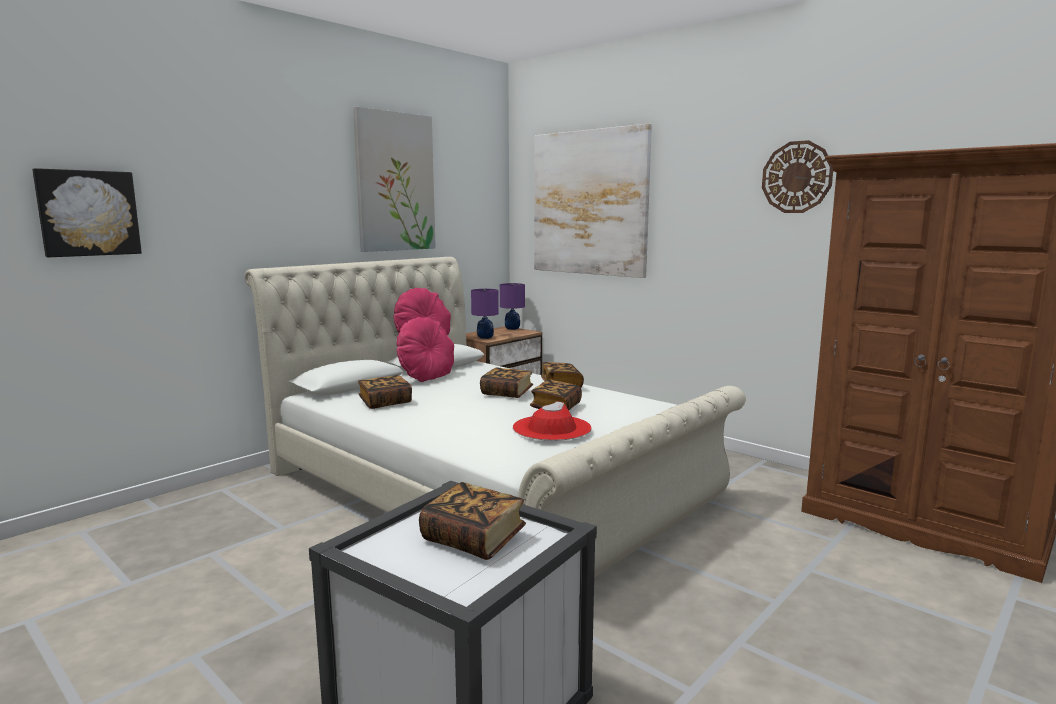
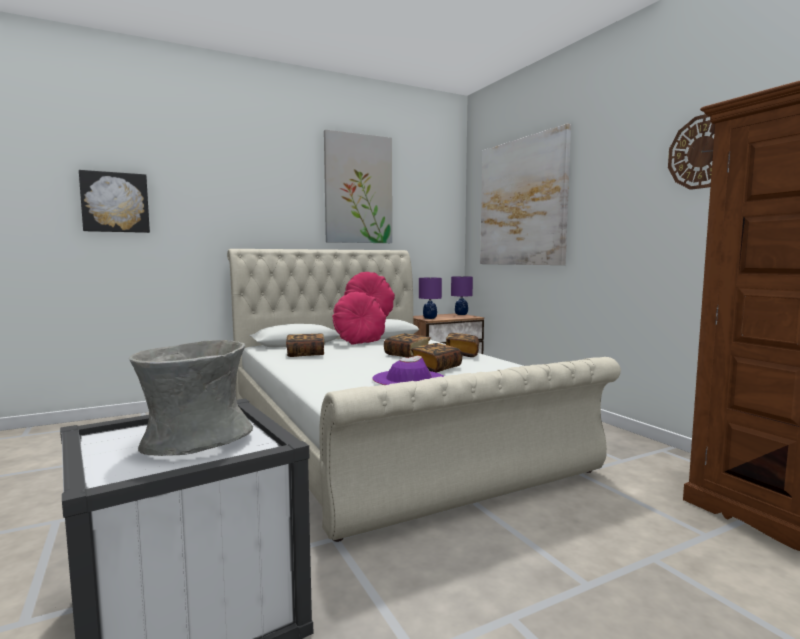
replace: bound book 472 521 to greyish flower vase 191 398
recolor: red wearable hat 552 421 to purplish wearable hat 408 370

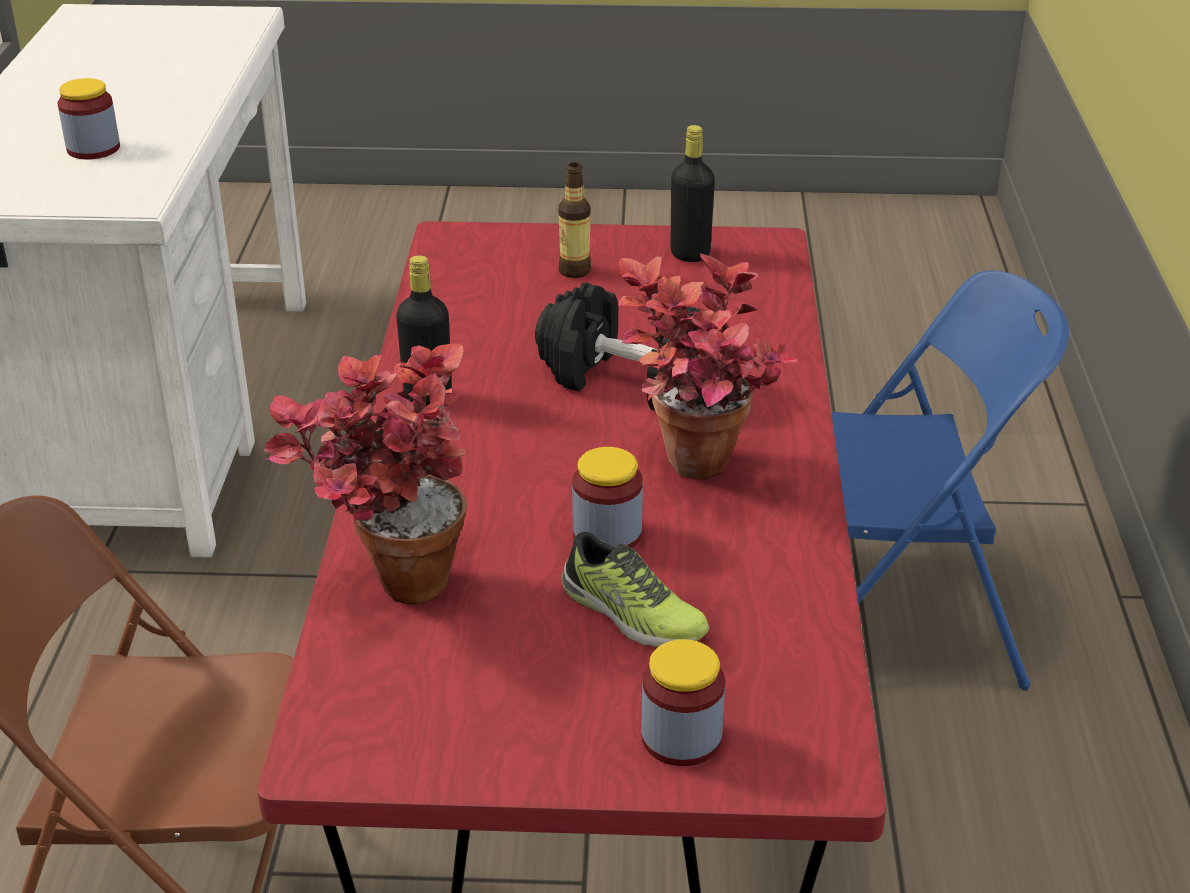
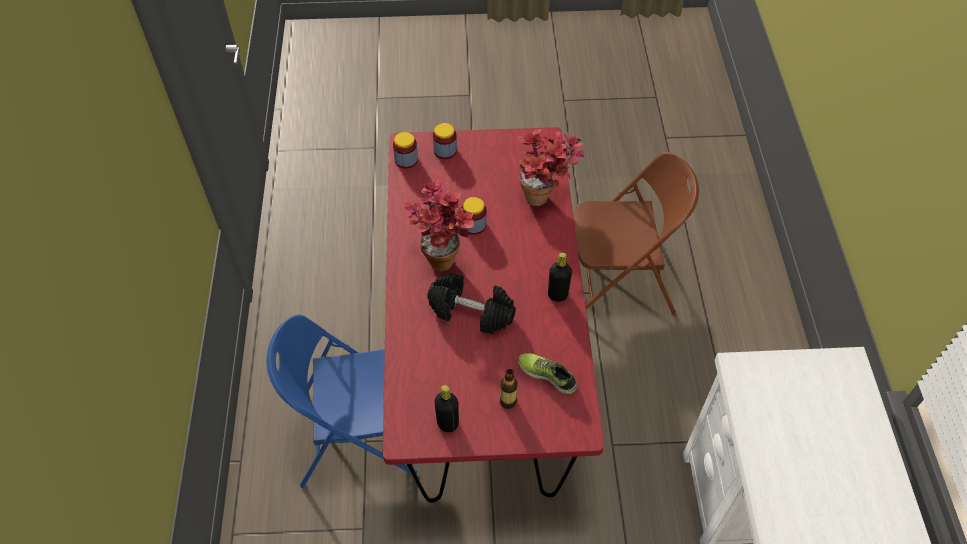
move: jar 89 118 to 405 150; low shoe 635 589 to 547 373

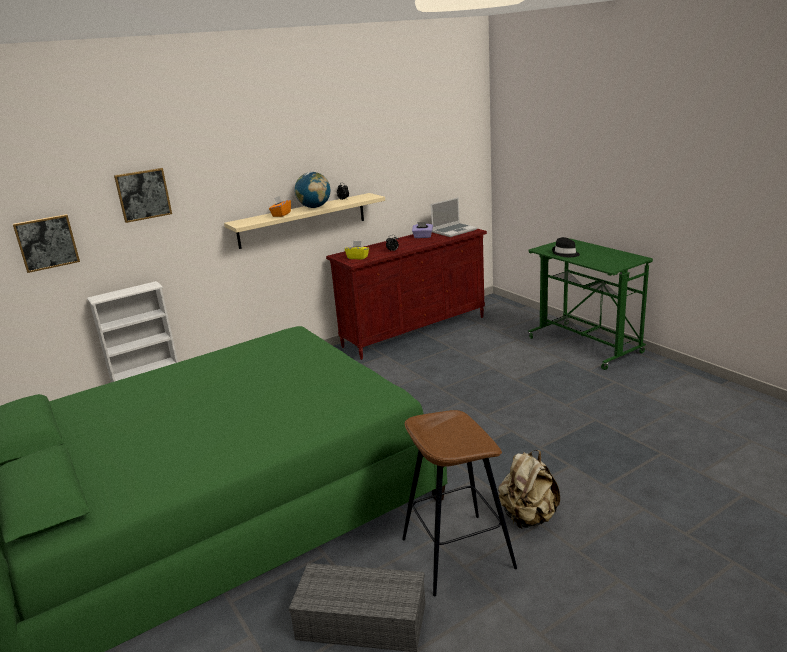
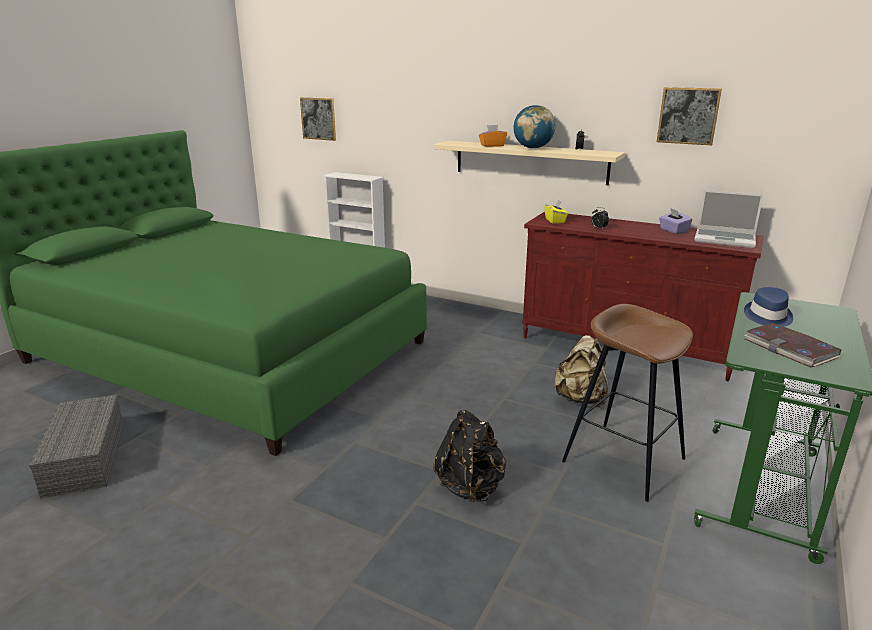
insert: bound book 793 345; blackish rucksack 469 456
move: wall art 143 195 to 689 116; brown stool 459 503 to 627 403; beige rucksack 529 489 to 581 371
recolor: blackish wearable hat 566 247 to blue wearable hat 768 307

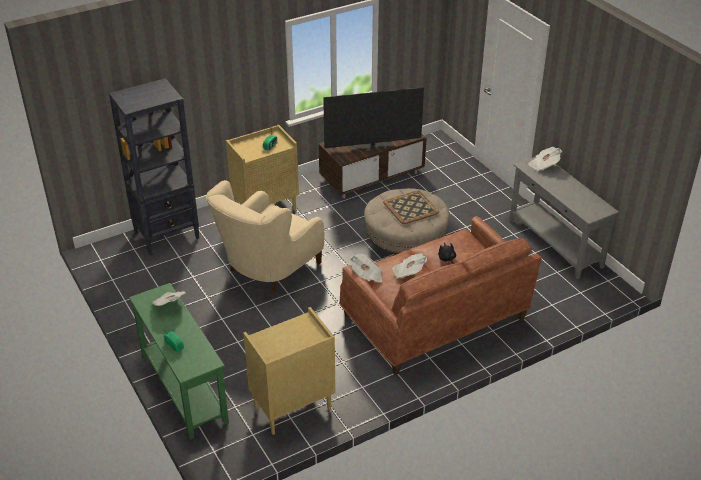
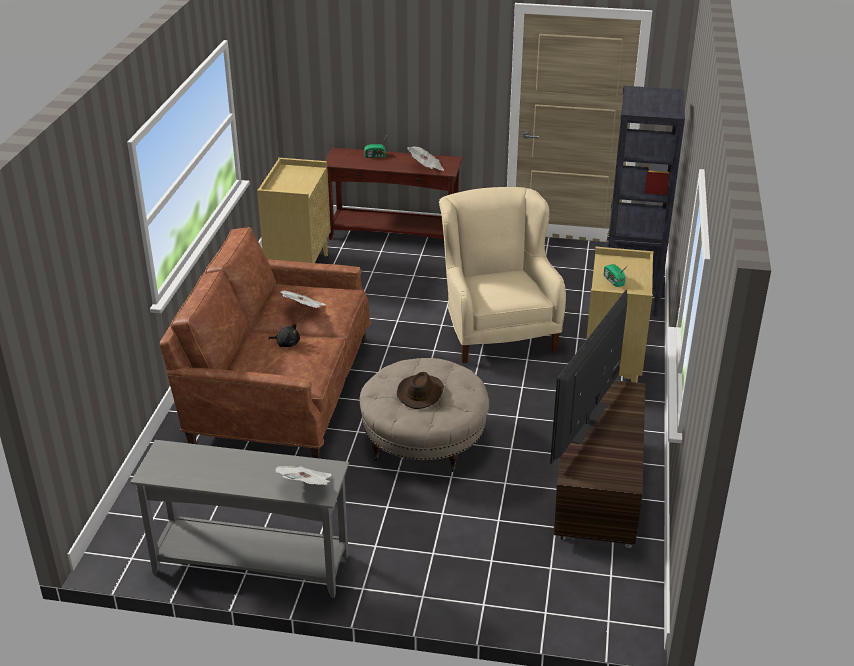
delete: printed paper 366 268
replace: serving tray 411 207 to brown wearable hat 420 390
recolor: greenish console table 179 361 to brown console table 394 194

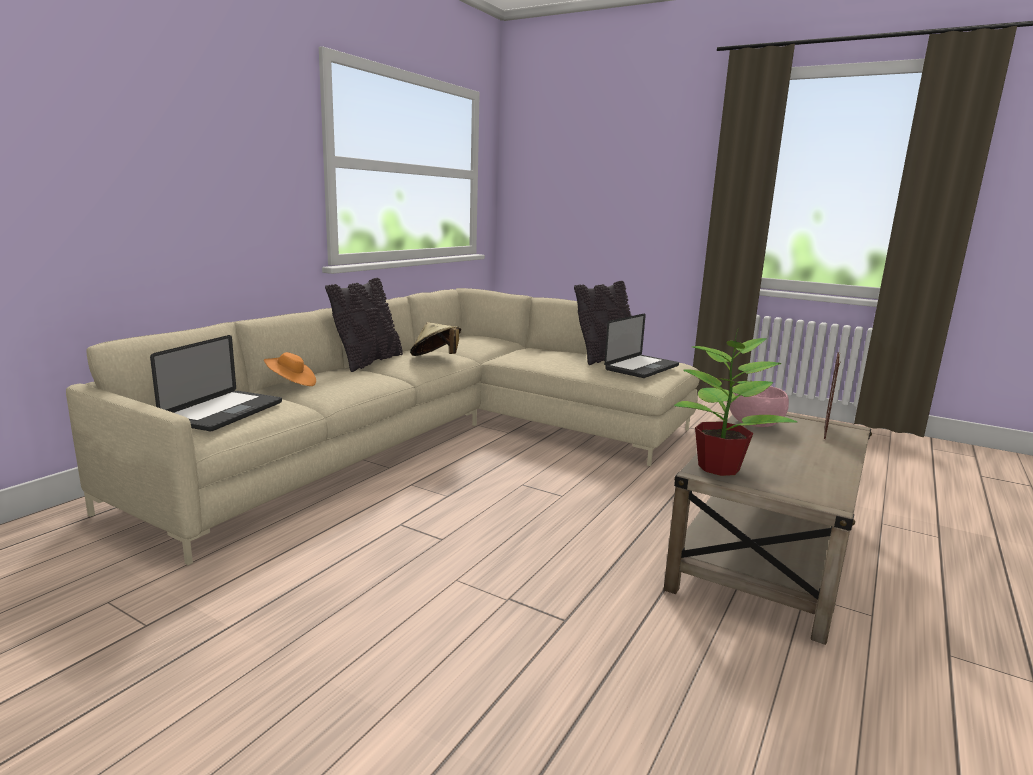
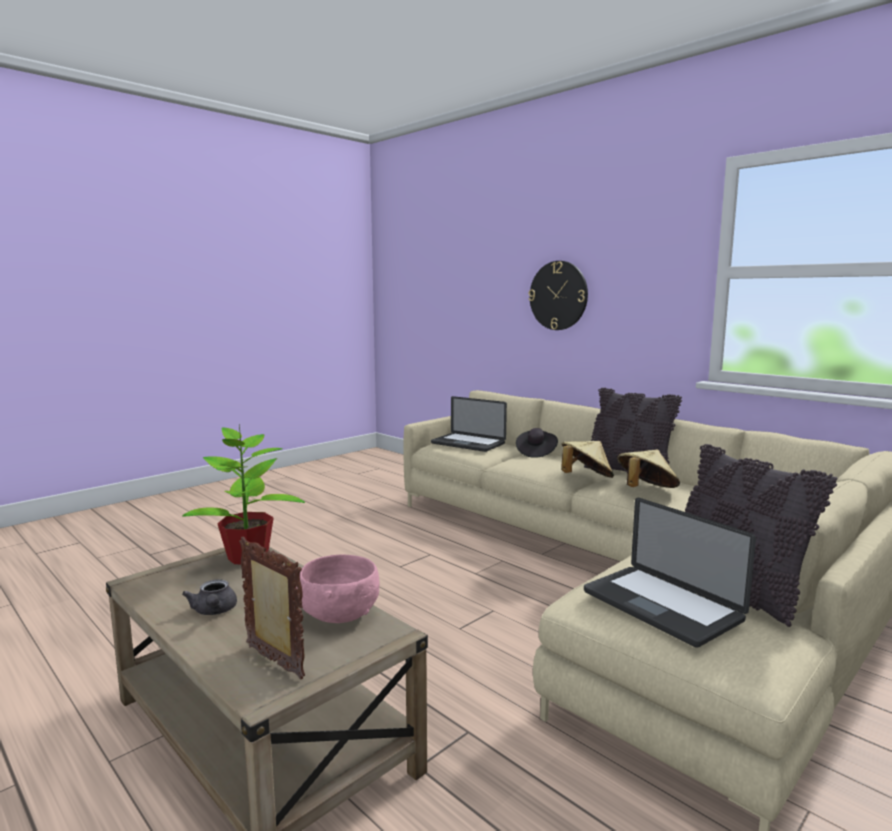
insert: clock on the wall 558 295; beige wearable hat 587 459; greyish teapot 209 597
recolor: orange-coloured wearable hat 290 369 to blackish wearable hat 537 443

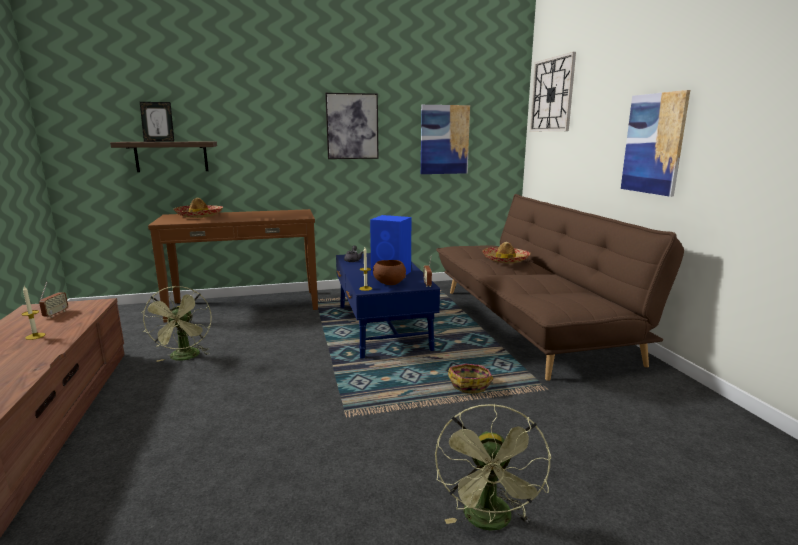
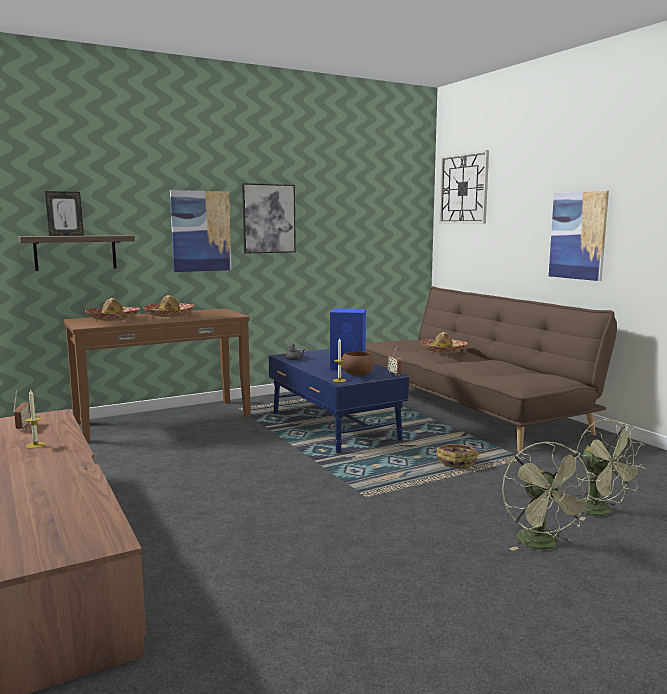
insert: wearable hat 169 306
move: wall art 445 139 to 200 231; greenish fan 177 324 to 610 470

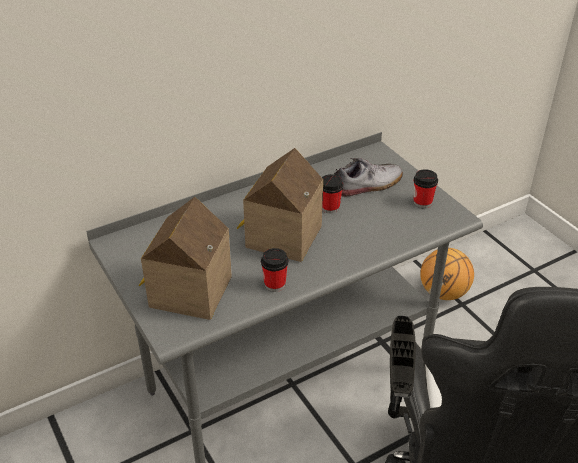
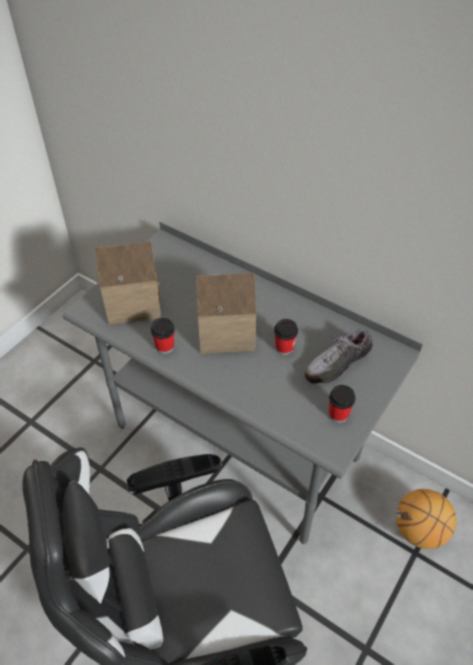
rotate: low shoe 368 177 = 339 356 105 degrees clockwise

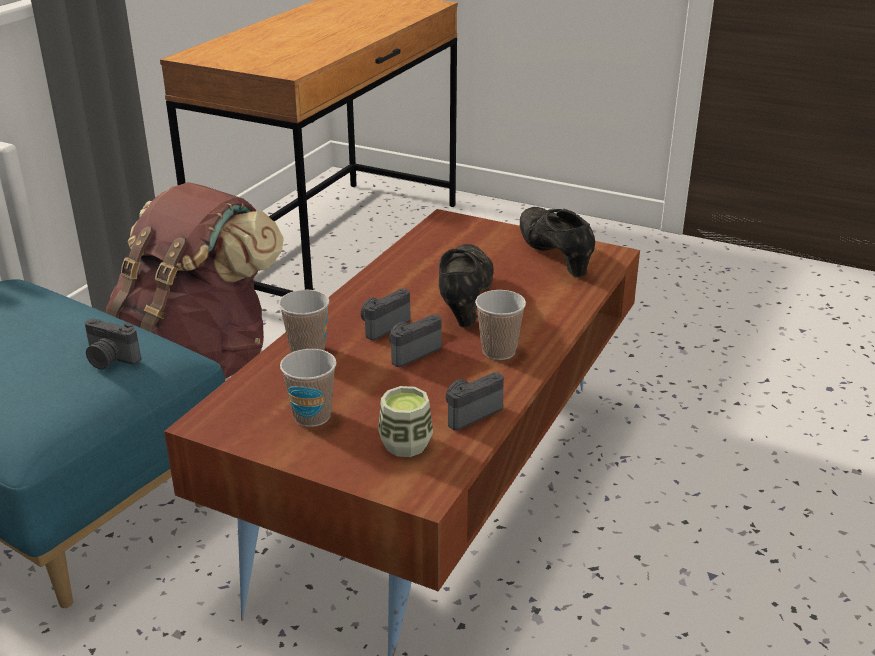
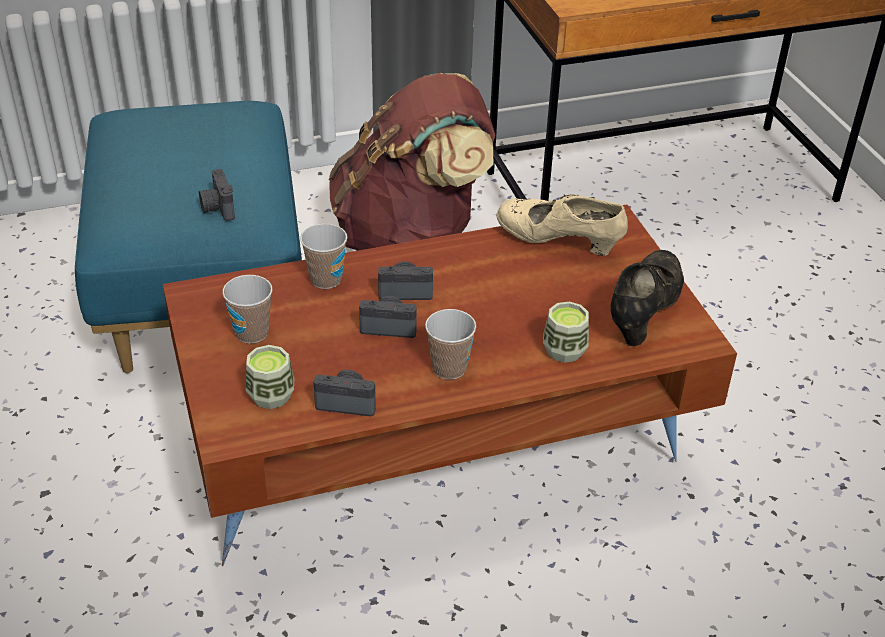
delete: blackish low shoe 466 286
insert: beige low shoe 562 225; small cup 566 332

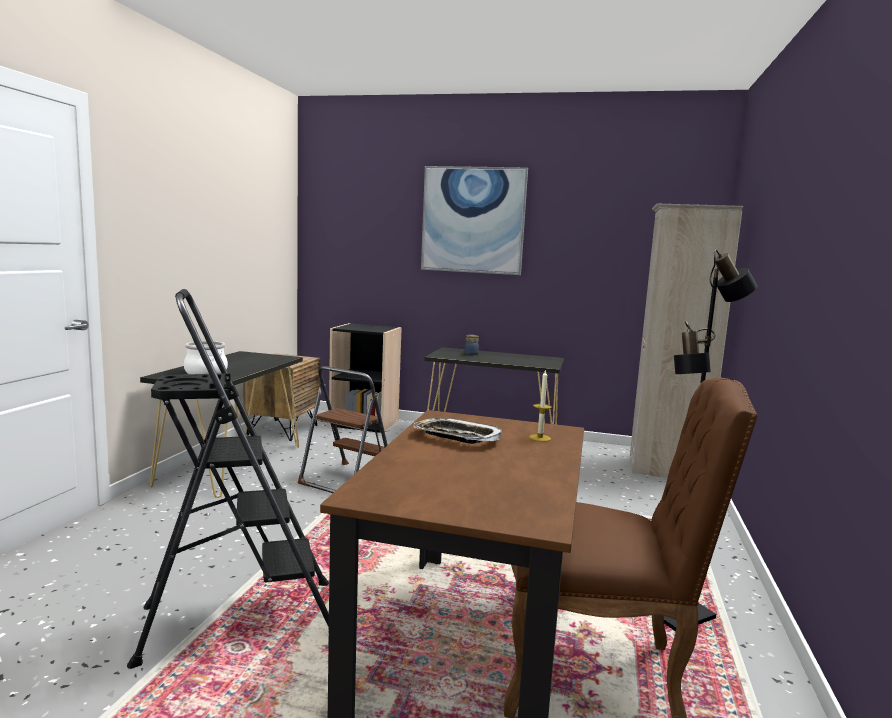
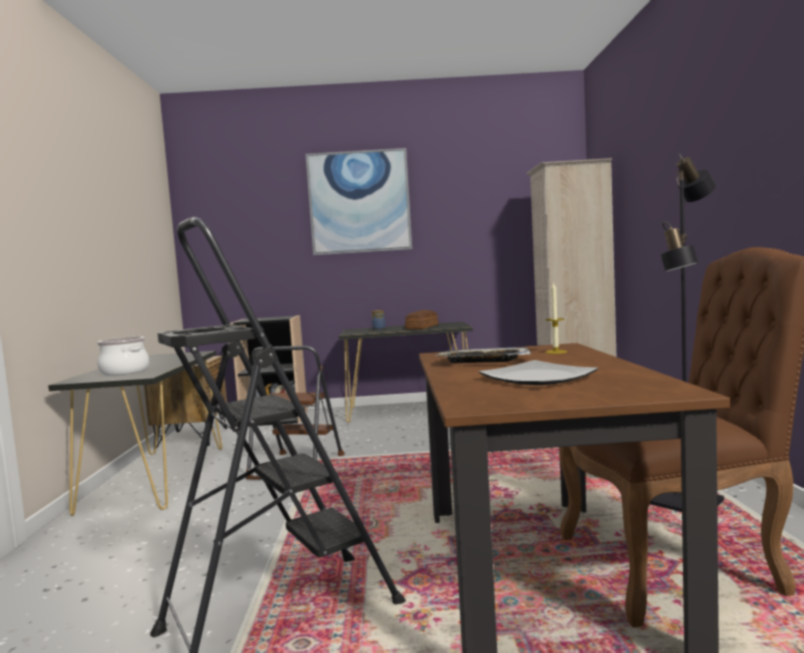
insert: baked bread 421 319; flat dish 538 372

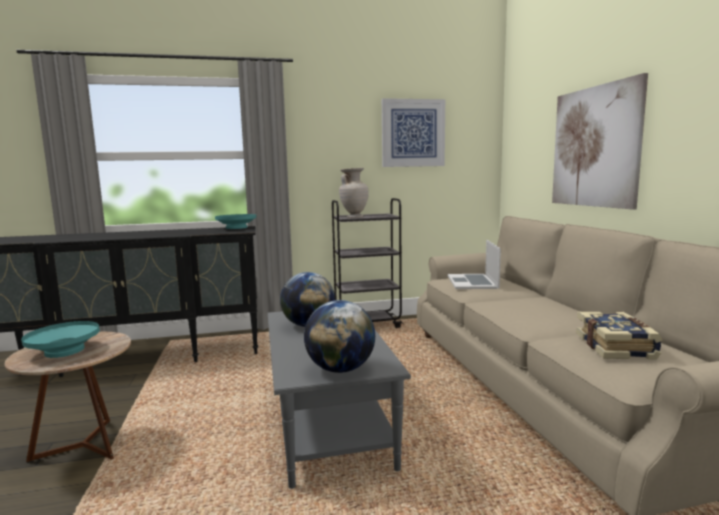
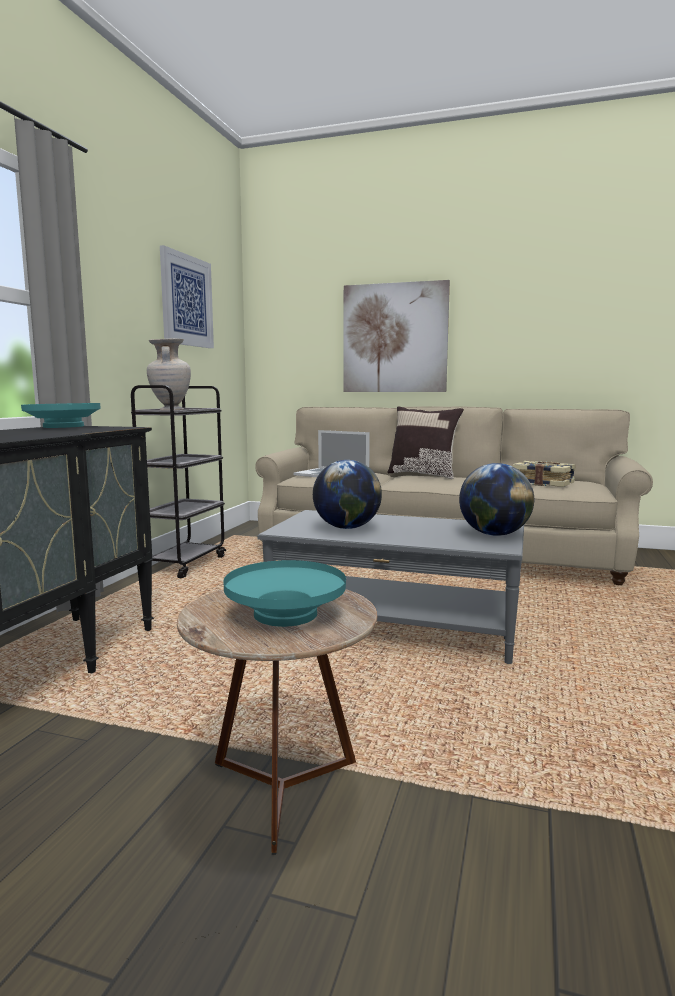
insert: cushion 425 442

